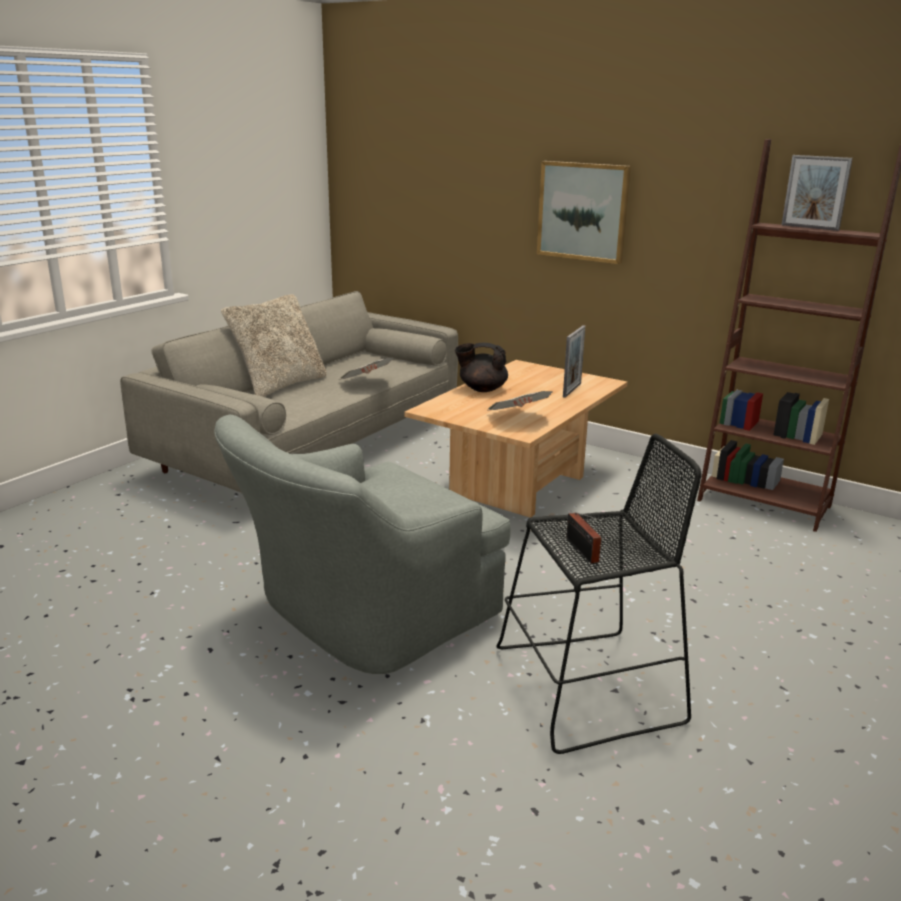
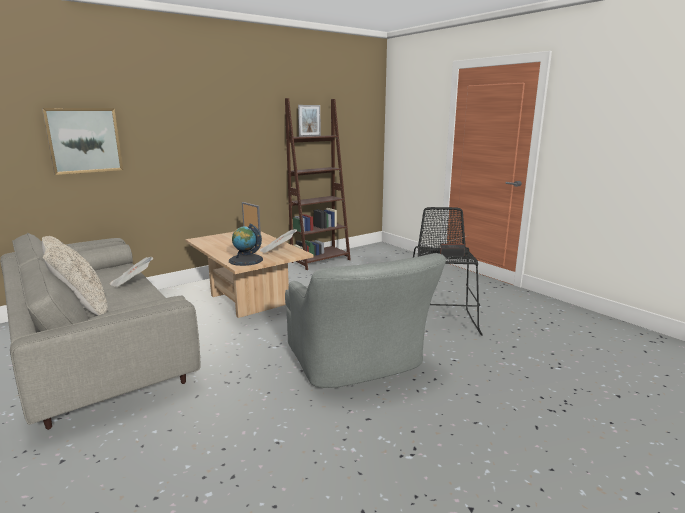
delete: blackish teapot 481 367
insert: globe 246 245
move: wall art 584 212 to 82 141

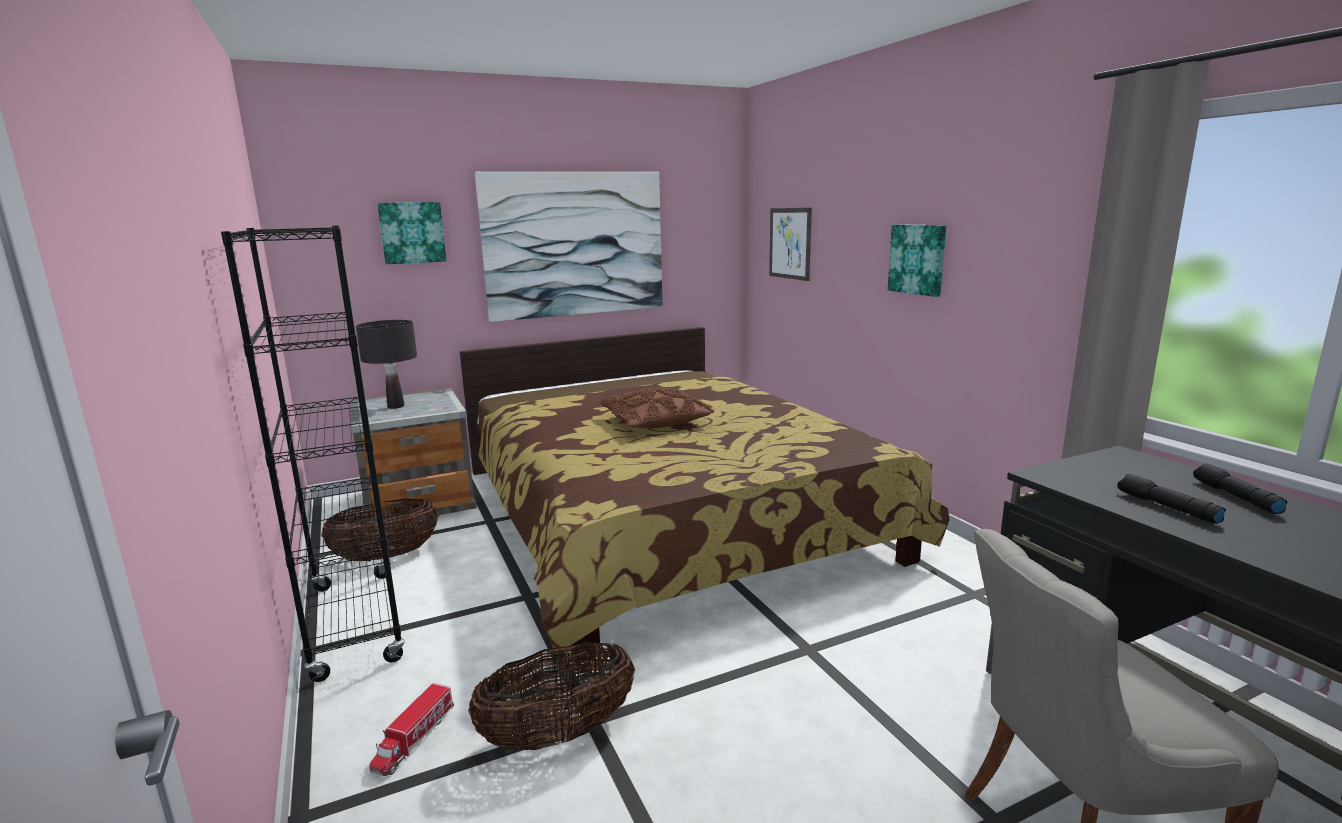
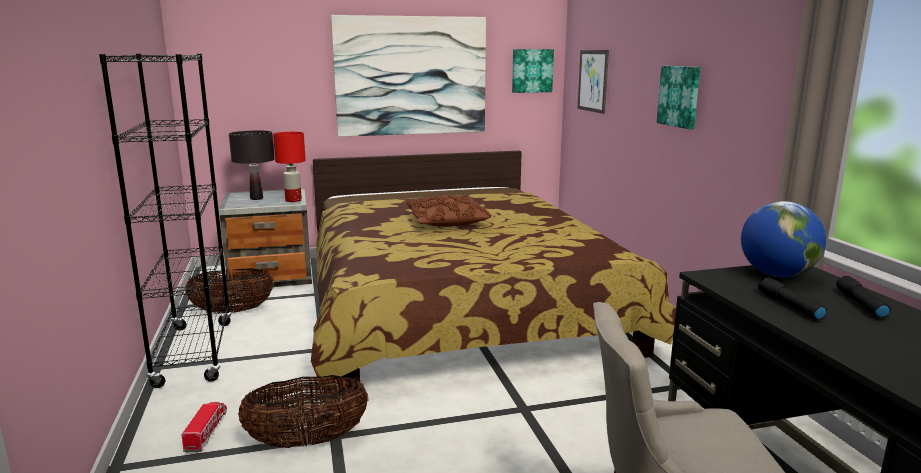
insert: red table lamp 289 167; globe 783 239
move: wall art 411 233 to 533 71
rotate: toy lorry 412 730 = 204 427 150 degrees clockwise

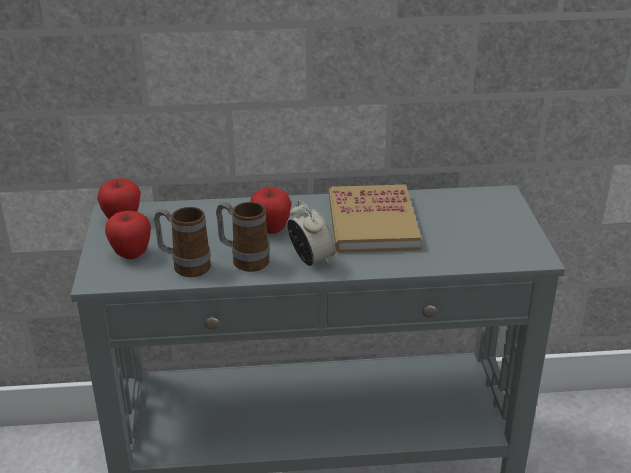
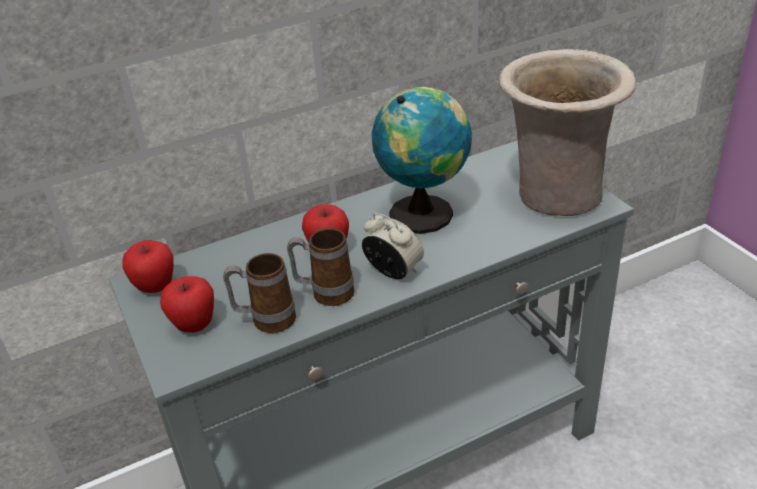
insert: beige flower vase 567 132
replace: bound book 375 219 to globe 421 160

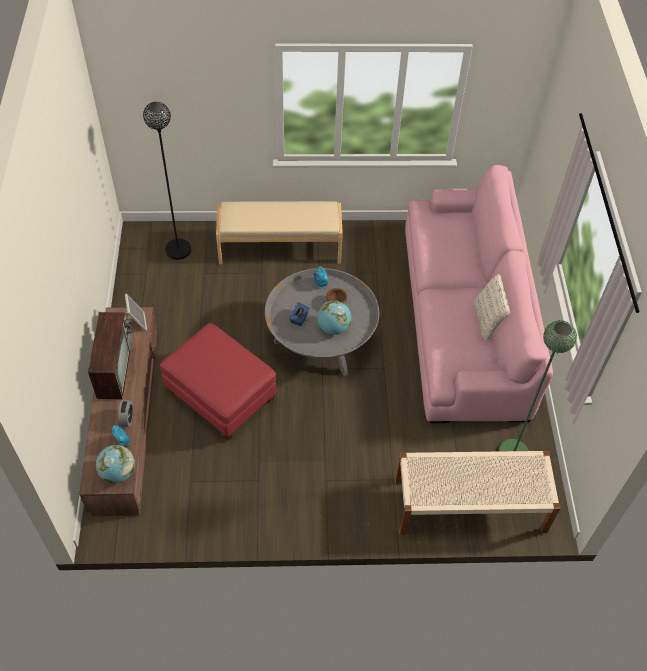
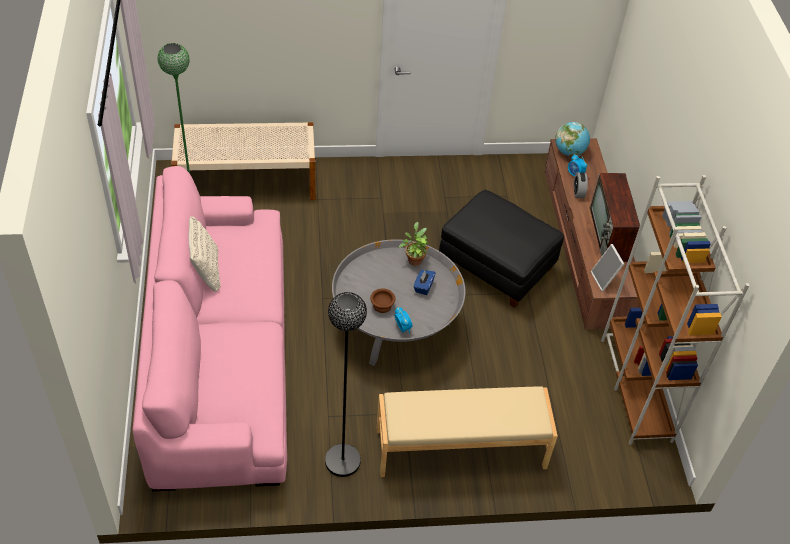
delete: globe 334 318
insert: brown bookcase 675 310; potted plant 414 244
move: blackish standard lamp 167 181 to 346 384
recolor: red pouffe 218 382 to blackish pouffe 501 249

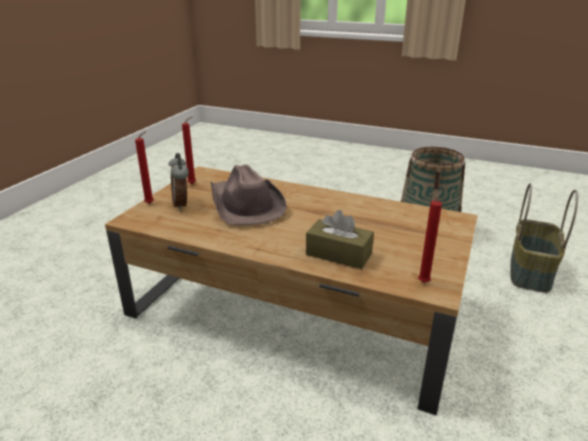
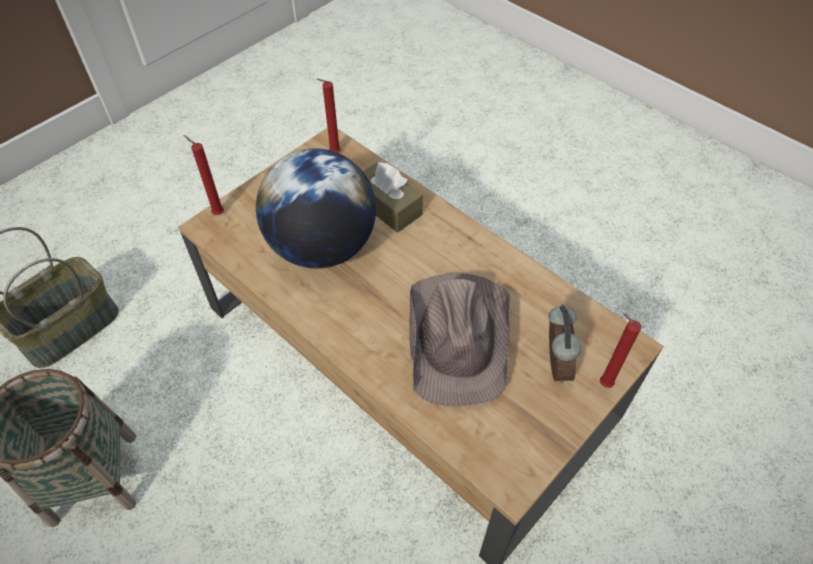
insert: globe 316 208
move: red candle 189 150 to 203 175

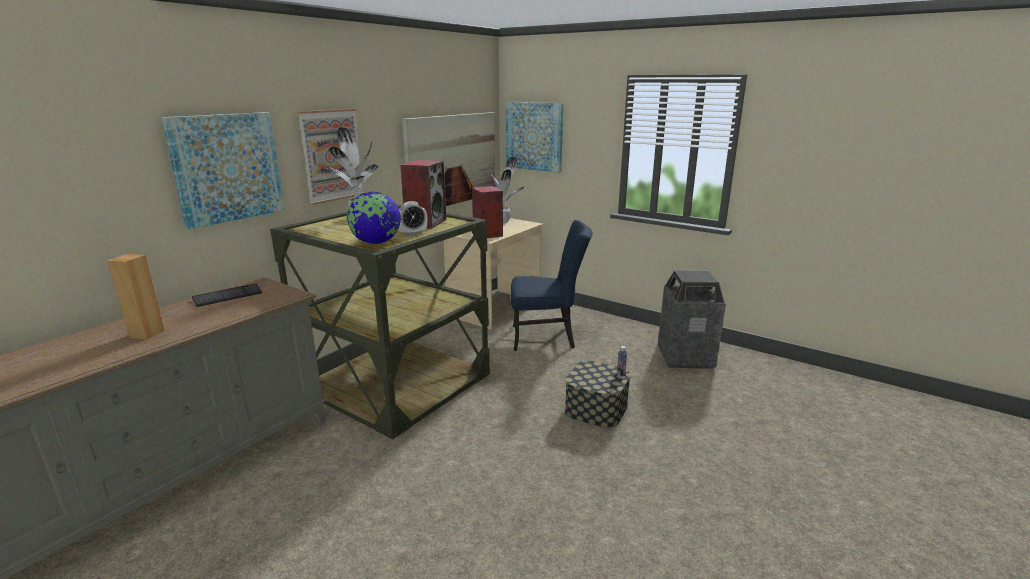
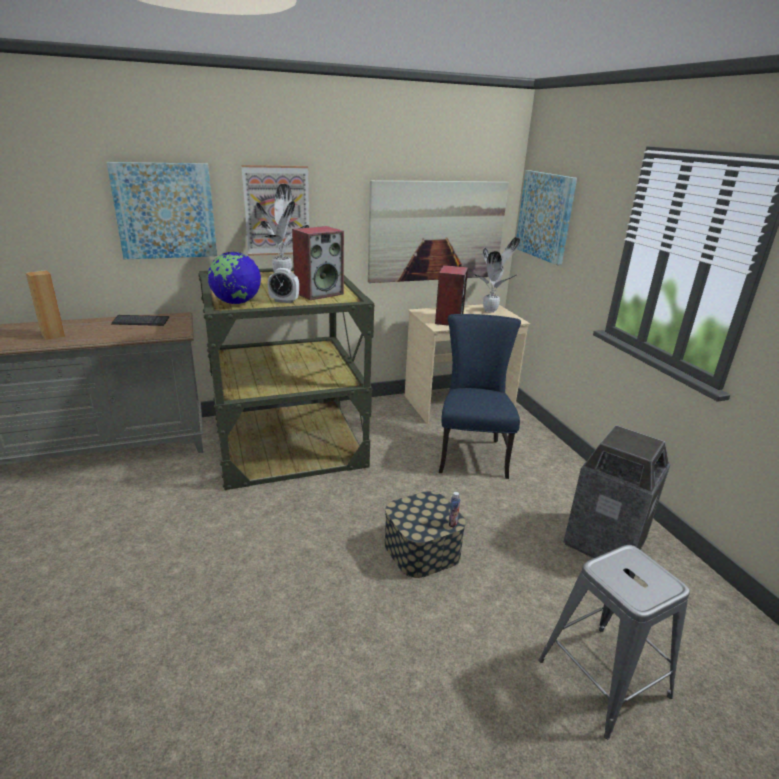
insert: greyish stool 614 642
rotate: blue chair 552 285 = 480 396 120 degrees counterclockwise

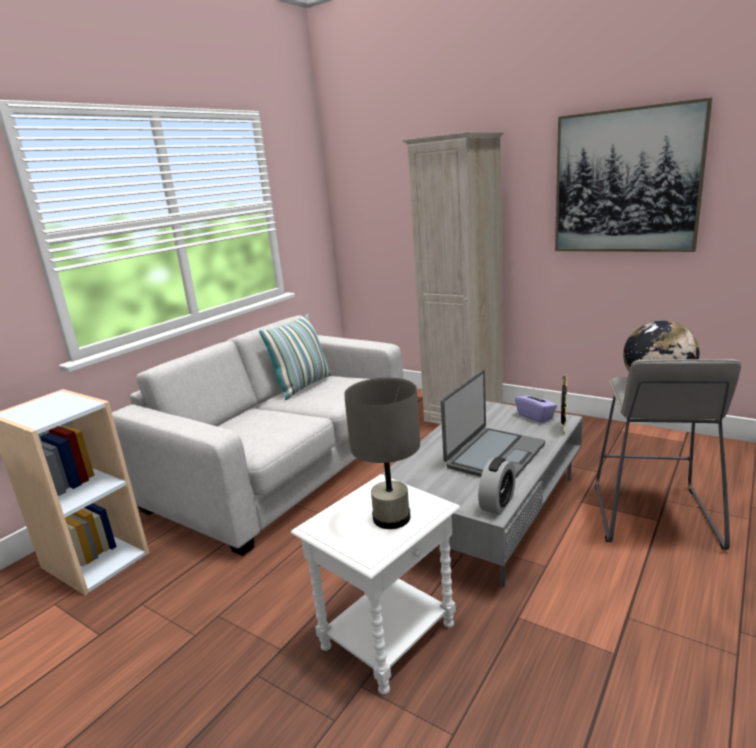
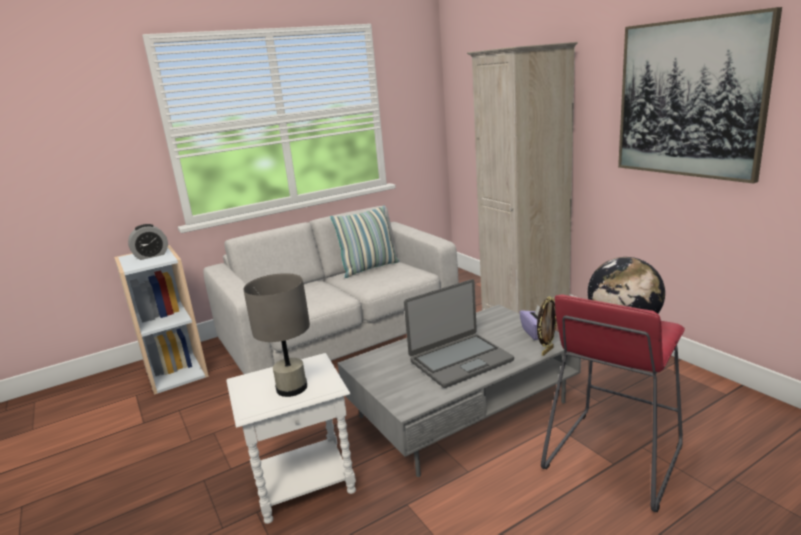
move: table clock 497 486 to 148 242
recolor: greyish stool 668 454 to red stool 613 403

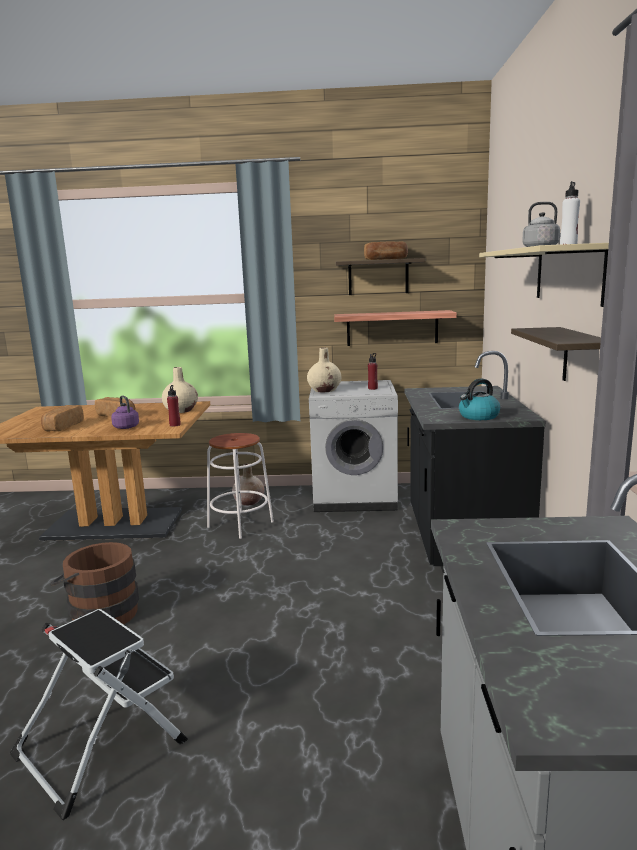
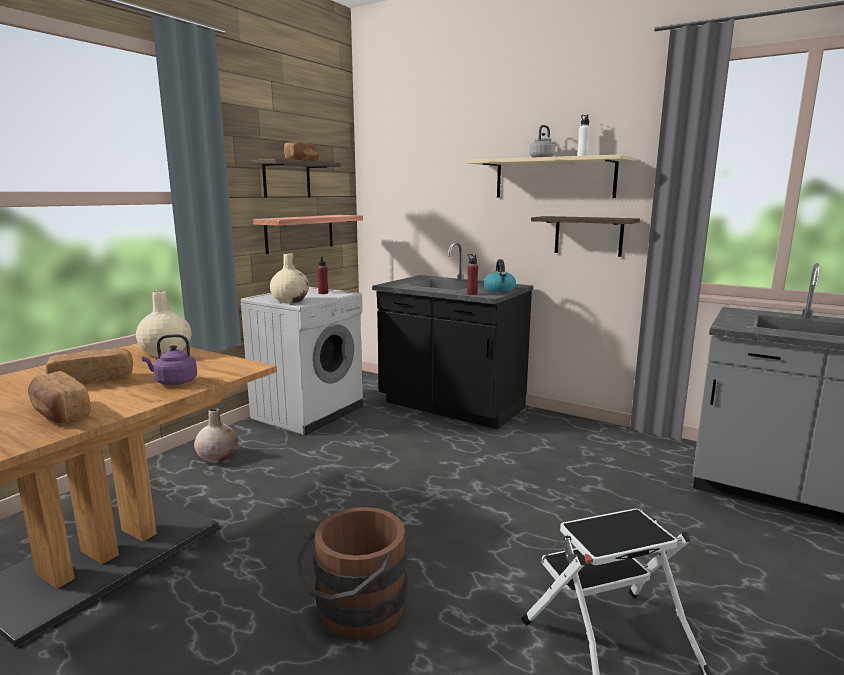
delete: white-coloured stool 240 486
move: red beverage bottle 174 406 to 472 274

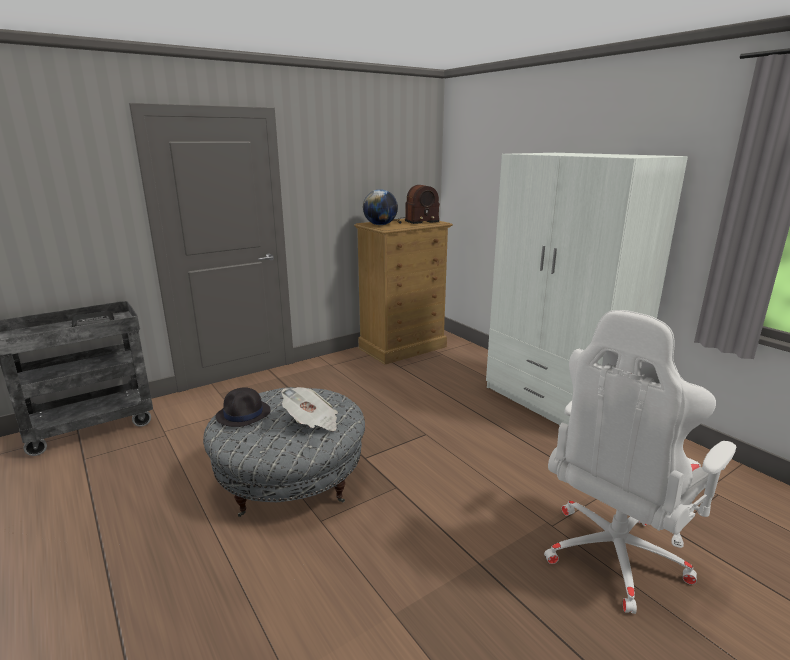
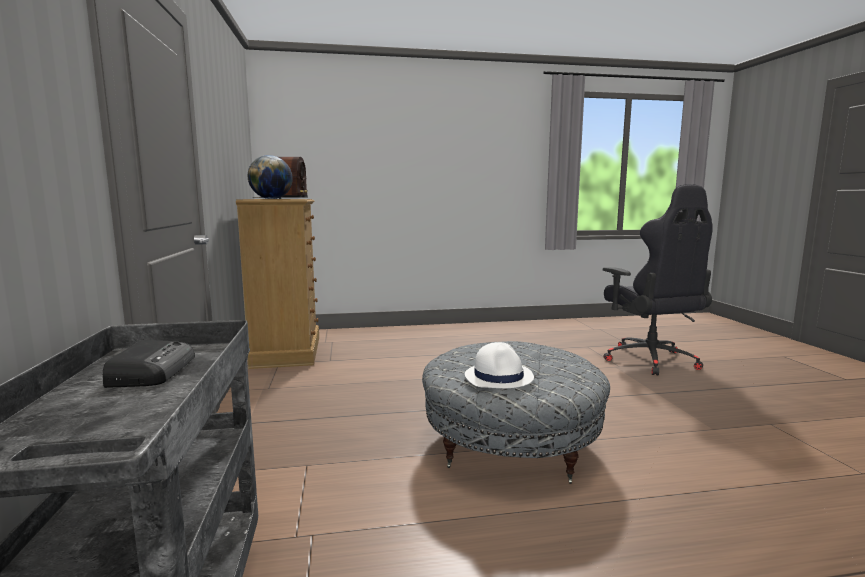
delete: white-coloured armoire 587 289; printed paper 309 409
recolor: white-coloured office chair 640 462 to blackish office chair 658 280; blackish wearable hat 243 407 to white-coloured wearable hat 499 365

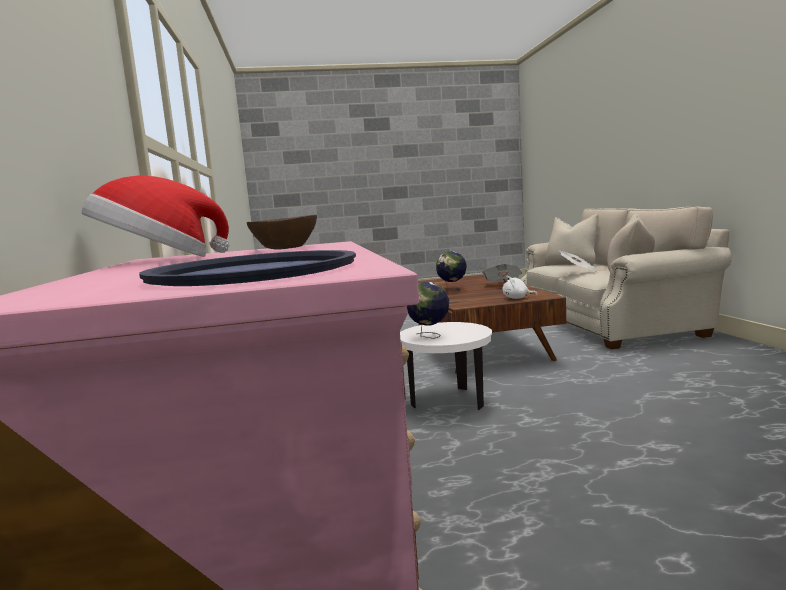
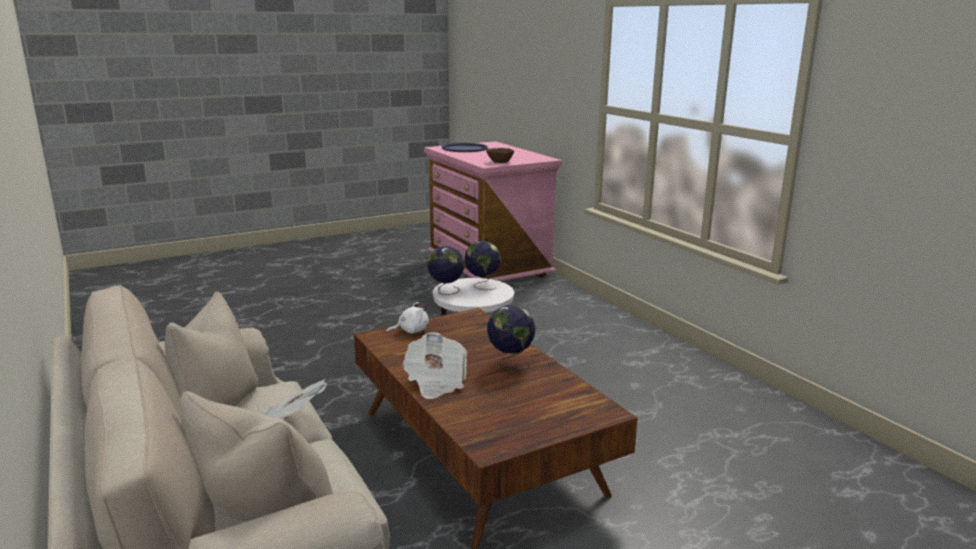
delete: wearable hat 155 216
insert: globe 446 270

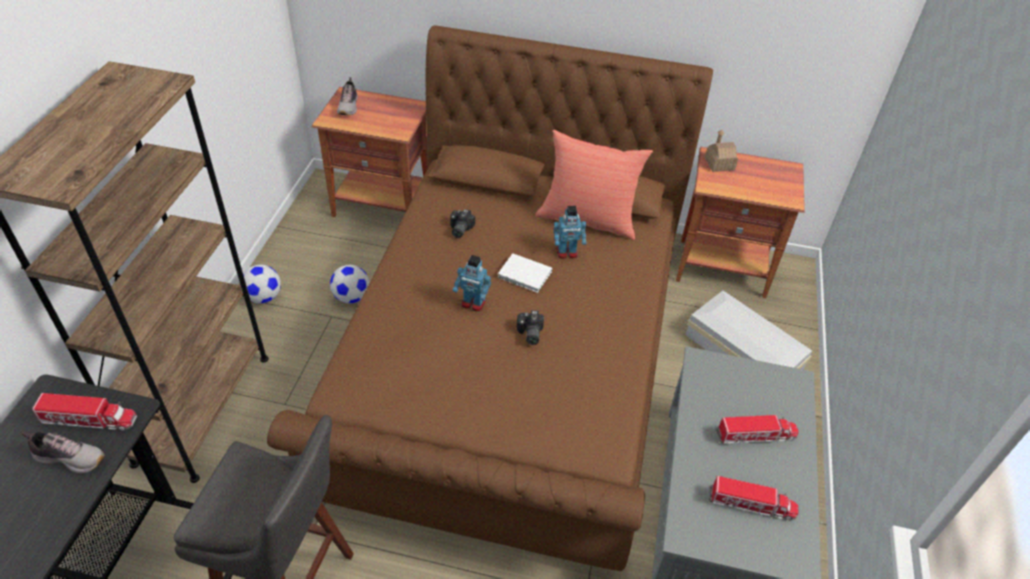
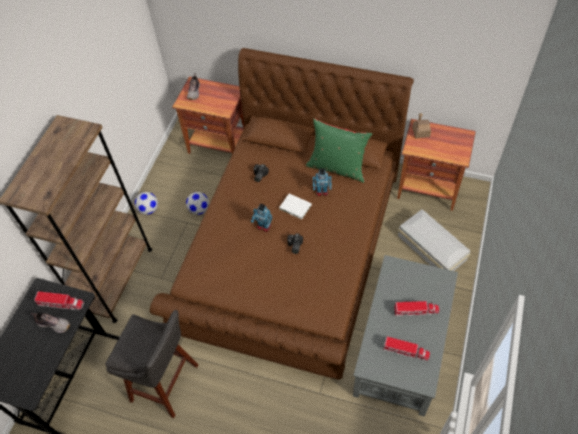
recolor: red cushion 594 185 to greenish cushion 339 150

